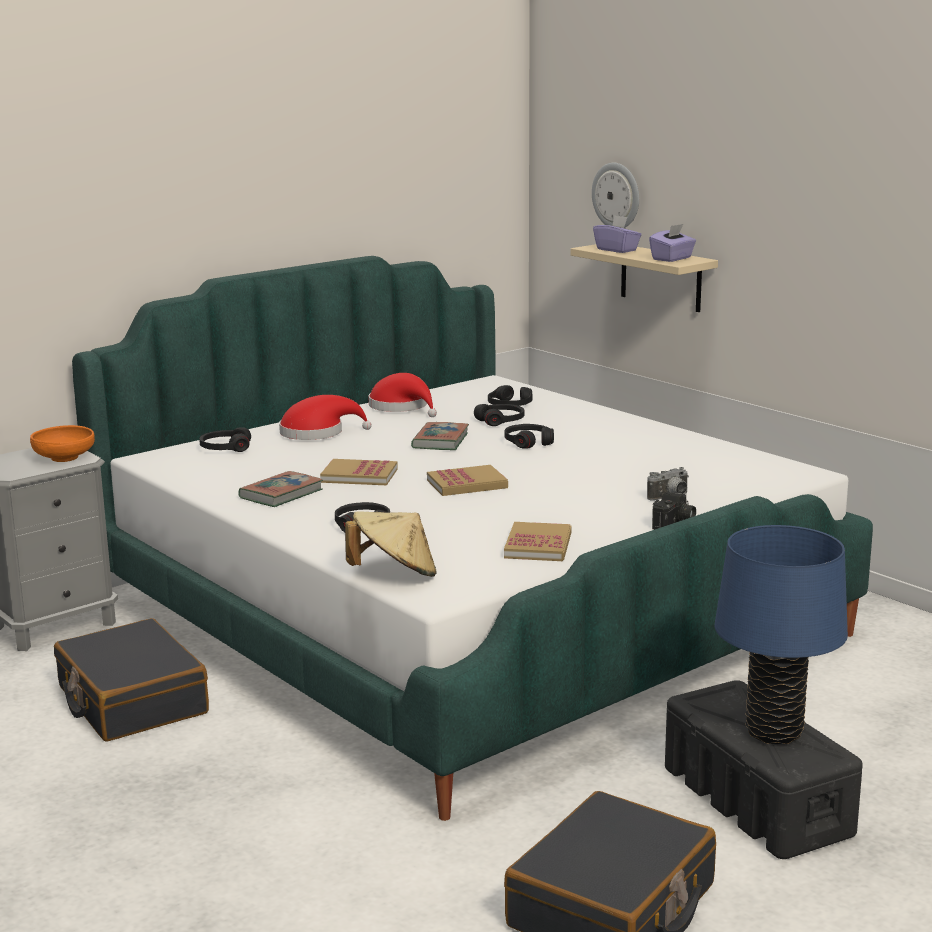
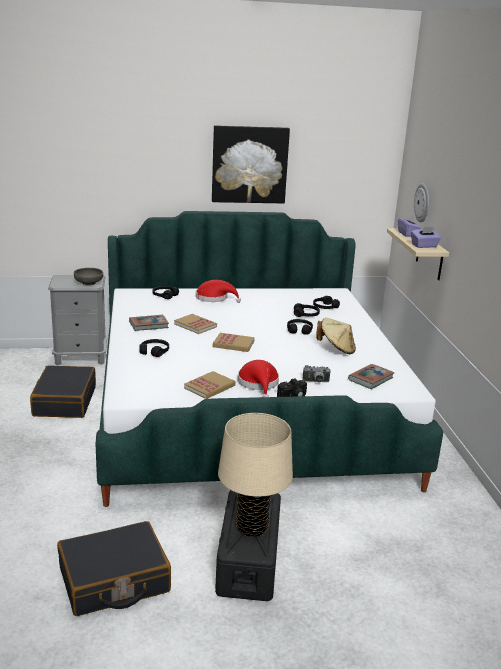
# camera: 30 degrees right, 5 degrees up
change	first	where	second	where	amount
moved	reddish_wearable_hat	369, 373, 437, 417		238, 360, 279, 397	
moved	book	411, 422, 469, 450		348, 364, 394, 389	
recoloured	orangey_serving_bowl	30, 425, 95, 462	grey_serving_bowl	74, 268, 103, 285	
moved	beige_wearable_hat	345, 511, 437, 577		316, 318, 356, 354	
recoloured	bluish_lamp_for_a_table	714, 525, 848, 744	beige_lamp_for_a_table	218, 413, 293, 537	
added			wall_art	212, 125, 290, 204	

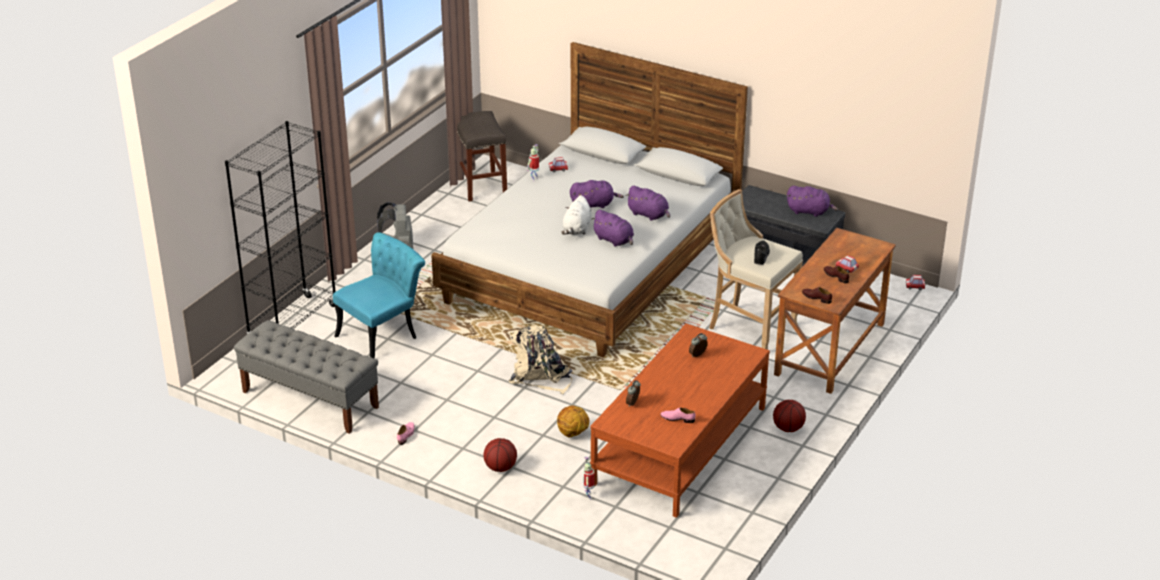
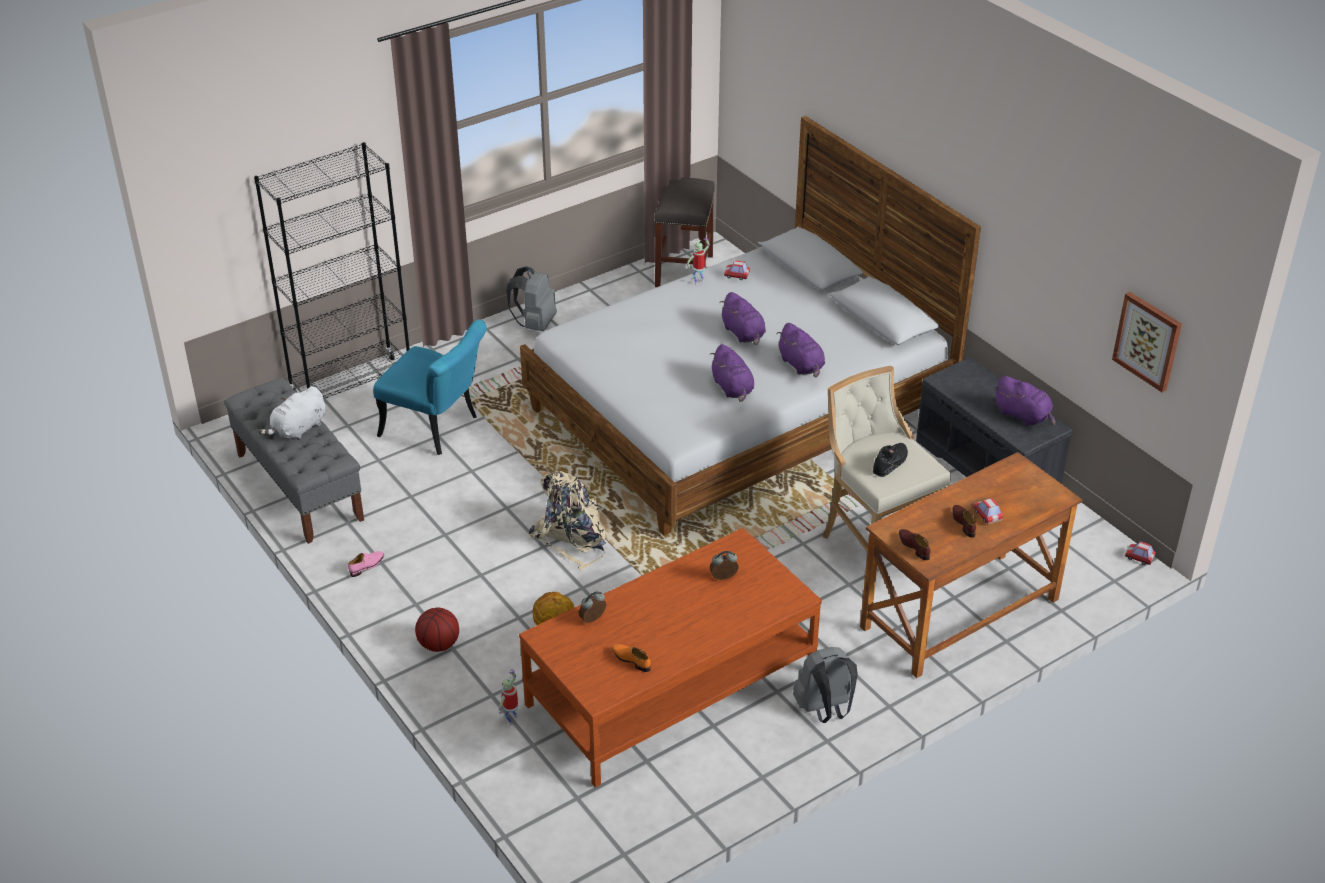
# camera: 25 degrees right, 5 degrees up
change	first	where	second	where	amount
turned	purple-coloured_cuddly_toy	570, 180, 624, 208		719, 292, 766, 345	45 degrees clockwise
moved	whitish_cuddly_toy	561, 195, 592, 235		258, 386, 325, 440	
turned	turquoise-coloured_upright_chair	333, 232, 425, 359		373, 320, 487, 455	45 degrees clockwise
replaced	ball_for_basketball	773, 400, 806, 432	grey_rucksack	793, 647, 858, 723	
recoloured	pink-coloured_shoe	660, 408, 696, 423	orangey_shoe	612, 644, 651, 672	
added			wall_art	1112, 292, 1182, 392	

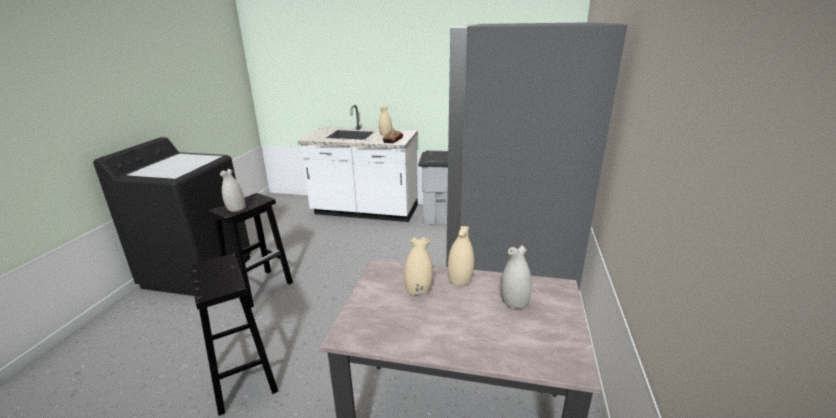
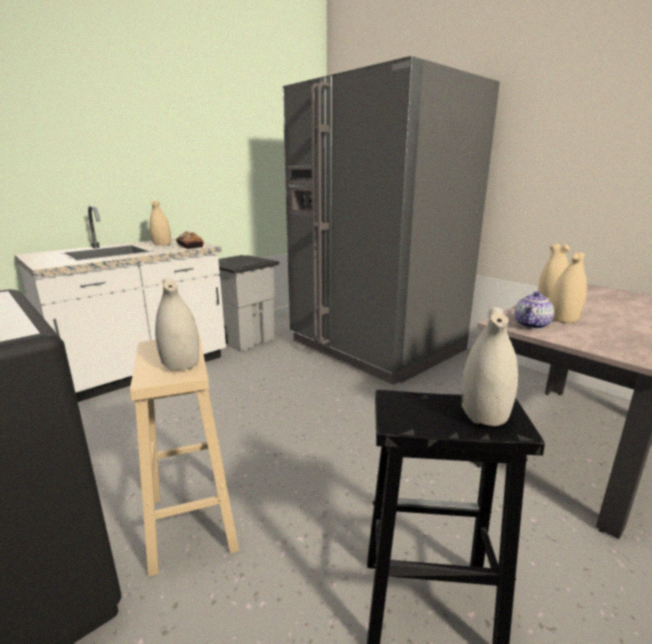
# camera: 55 degrees left, 5 degrees down
change	first	where	second	where	amount
recoloured	black_stool_seat	208, 193, 293, 308	beige_stool_seat	130, 335, 239, 577	
moved	whitish_decorative_vase	501, 245, 531, 309		462, 307, 518, 426	
added			pot_for_tea	514, 292, 554, 329	

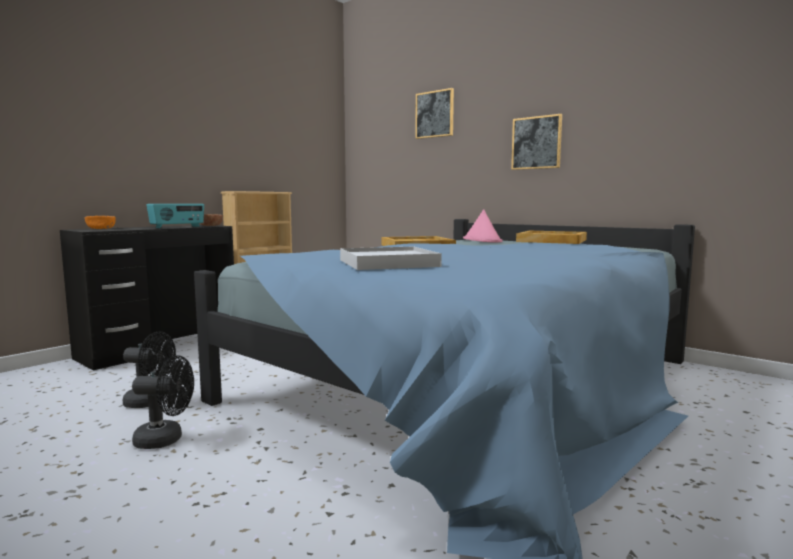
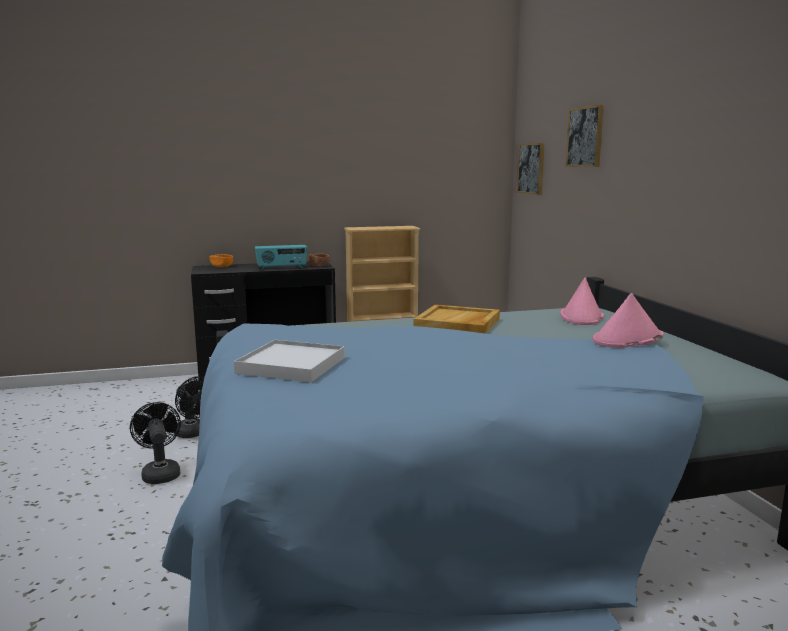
# camera: 35 degrees right, 5 degrees up
change	first	where	second	where	amount
moved	wall_art	511, 114, 562, 170		517, 143, 545, 195	
replaced	beige_tray	516, 231, 587, 244	pink-coloured_wearable_hat	592, 293, 663, 348	
turned	black_fan	132, 355, 194, 449		130, 402, 181, 484	150 degrees counterclockwise

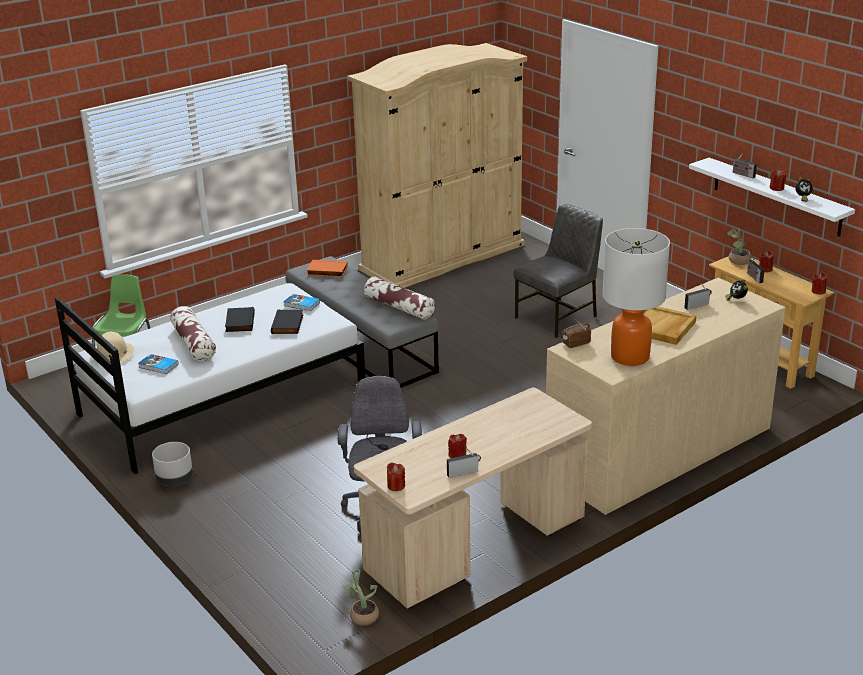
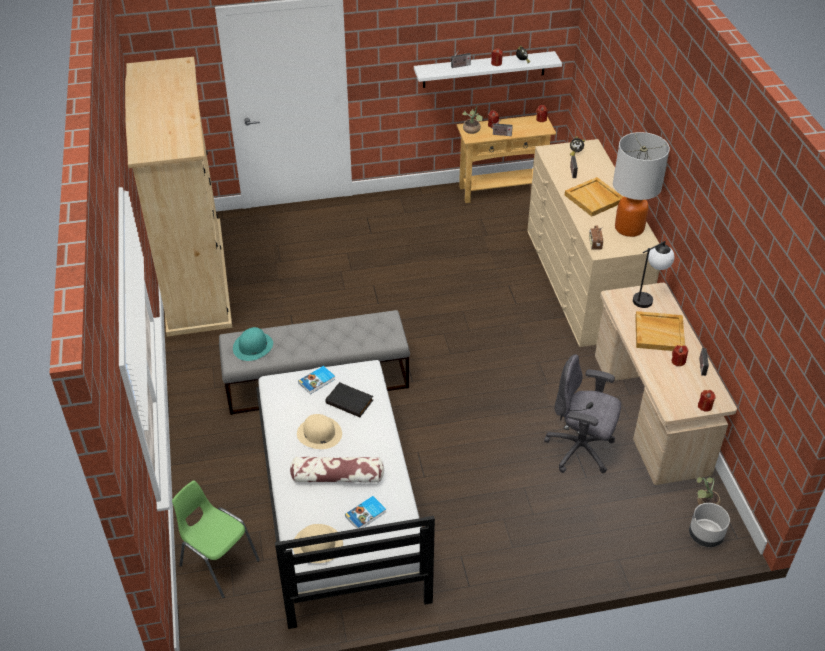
# camera: 65 degrees left, 15 degrees up
change	first	where	second	where	amount
removed	grey_upright_chair	513, 204, 603, 338			
replaced	orangey_book	307, 260, 348, 277	turquoise-coloured_wearable_hat	233, 327, 273, 361	
removed	throw_pillow	364, 277, 435, 319			
replaced	black_book	225, 307, 255, 332	beige_wearable_hat	297, 414, 342, 449	
moved	grey_planter	152, 442, 193, 486		689, 503, 730, 547	
added			lamp_for_a_table	633, 241, 674, 308	
added			beige_tray	635, 311, 685, 351	

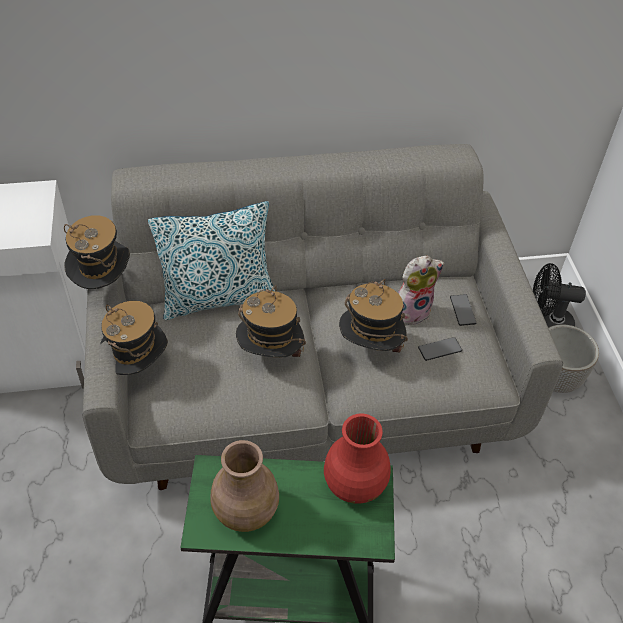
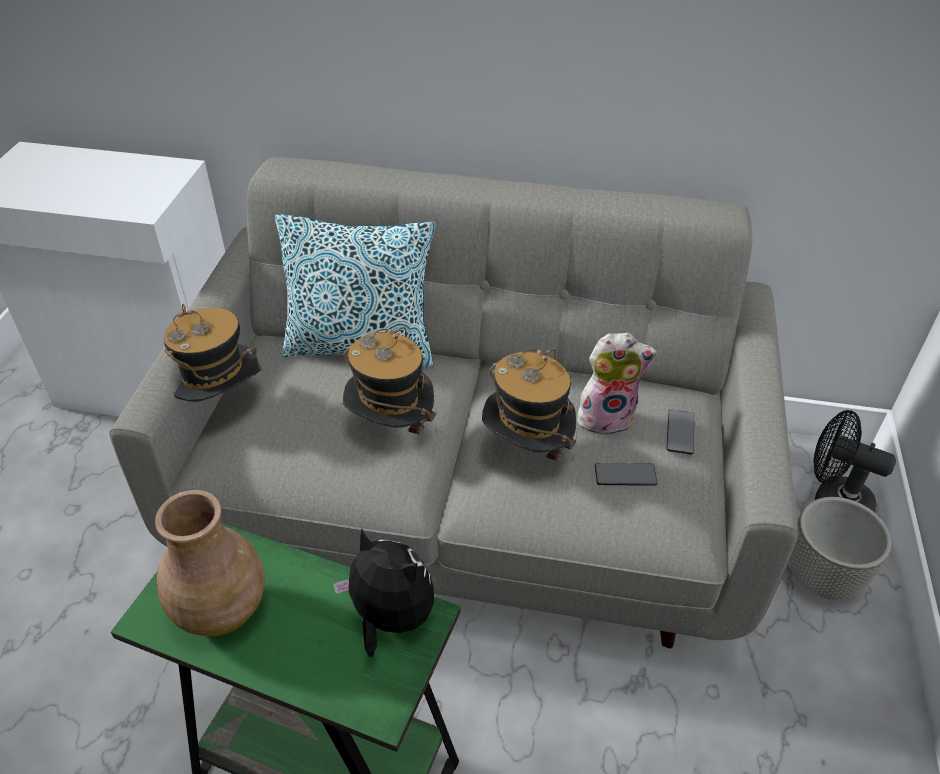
# camera: 20 degrees right, 5 degrees down
change	first	where	second	where	amount
removed	wearable_hat	64, 215, 130, 289			
replaced	reddish_decorative_vase	324, 414, 391, 504	cuddly_toy	333, 528, 434, 657	

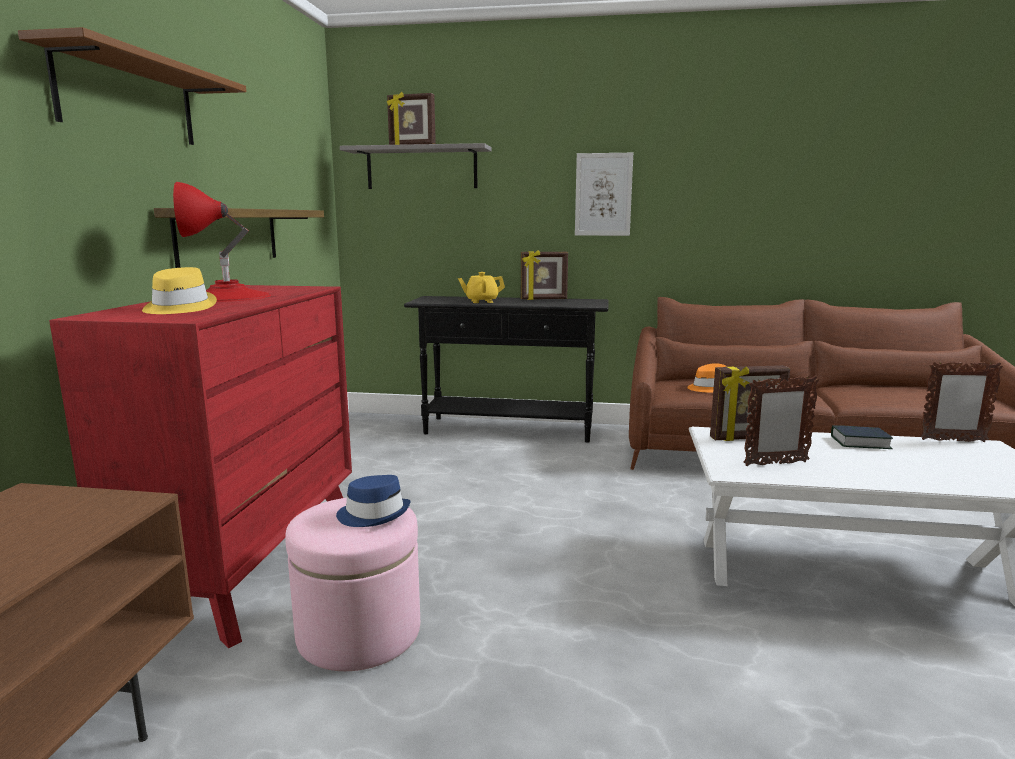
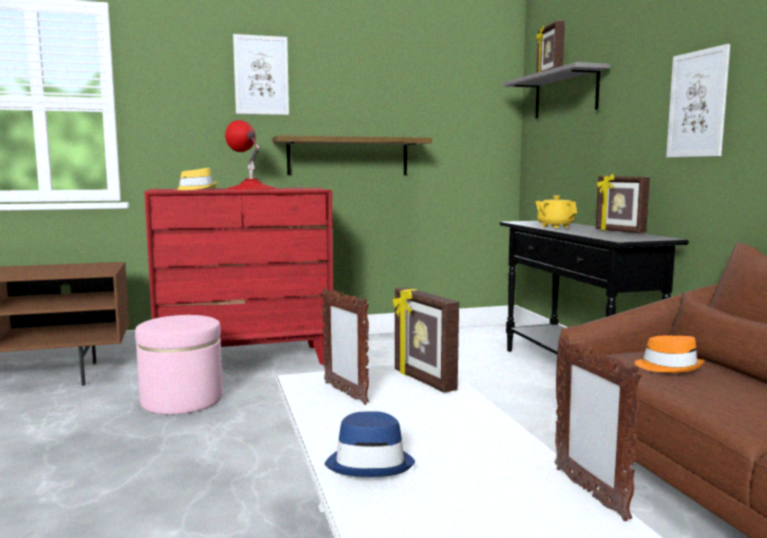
# camera: 65 degrees right, 5 degrees down
change	first	where	second	where	amount
replaced	brown-coloured_wall_shelf	18, 27, 246, 145	wall_art	233, 34, 289, 115	
removed	book	831, 425, 893, 449			
moved	bluish_wearable_hat	336, 475, 411, 527		325, 411, 415, 477	

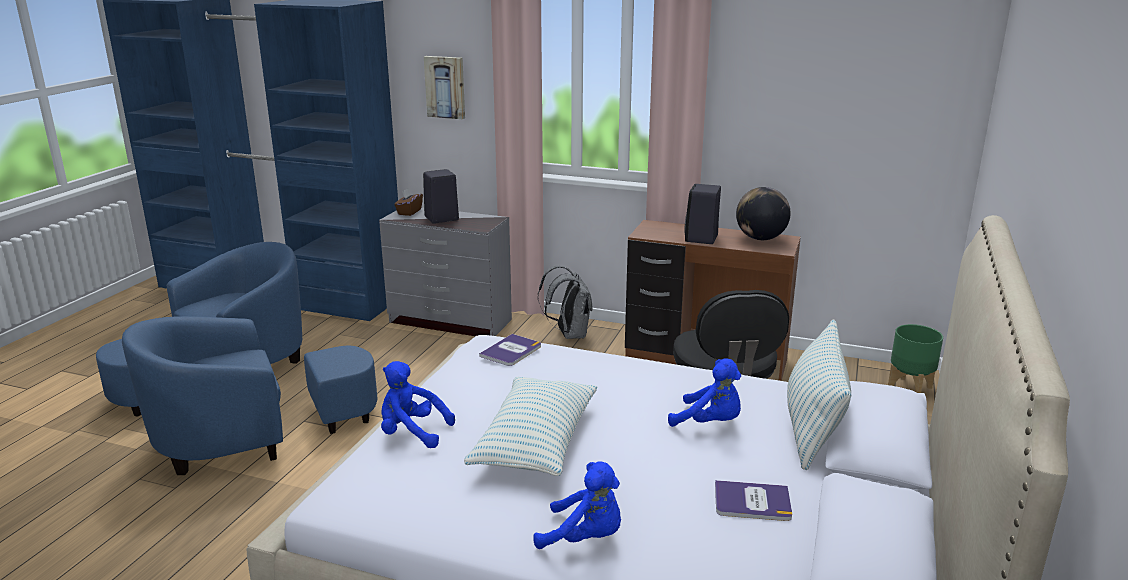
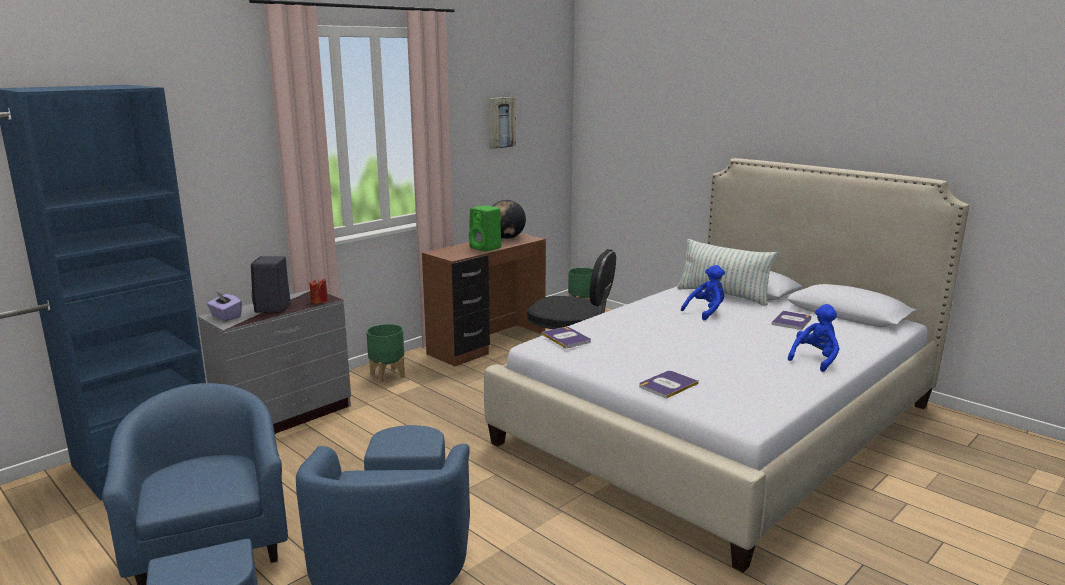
# camera: 65 degrees left, 5 degrees down
change	first	where	second	where	amount
moved	wall_art	424, 56, 465, 119		488, 97, 516, 149	
recoloured	black_speaker	684, 184, 721, 244	greenish_speaker	469, 205, 501, 252	
recoloured	brown-coloured_tissue_box	394, 189, 423, 216	purple-coloured_tissue_box	207, 291, 242, 321	
replaced	grey_rucksack	538, 266, 593, 339	greenish_planter	366, 324, 405, 383	
replaced	bluish_cuddly_toy	381, 361, 455, 448	book	639, 371, 699, 399	
removed	throw_pillow	464, 377, 598, 476			
added			reddish_candle	310, 278, 328, 304	

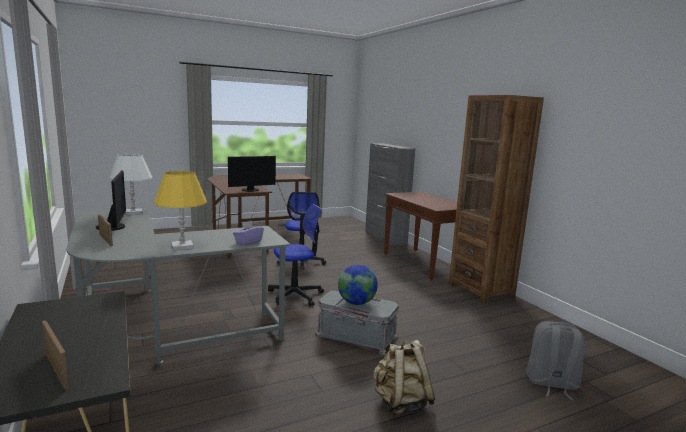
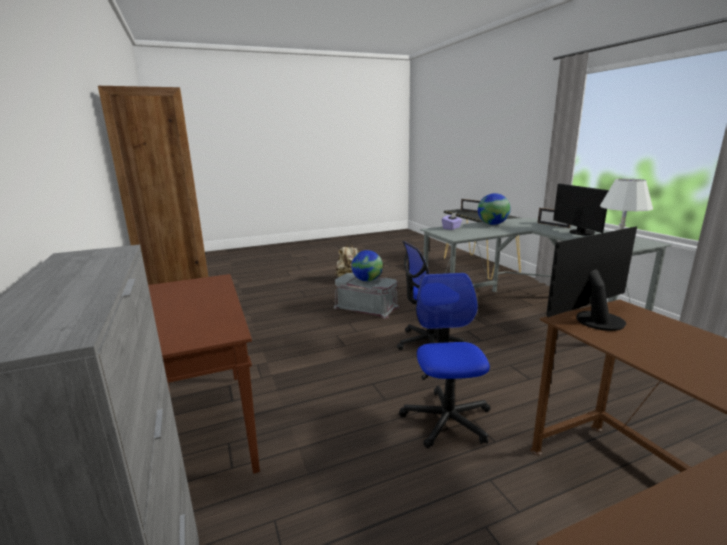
# camera: 175 degrees left, 5 degrees up
change	first	where	second	where	amount
replaced	yellowish_lamp_for_a_table	154, 171, 207, 250	desk_globe	478, 193, 510, 225	
removed	grey_rucksack	526, 321, 585, 400			

